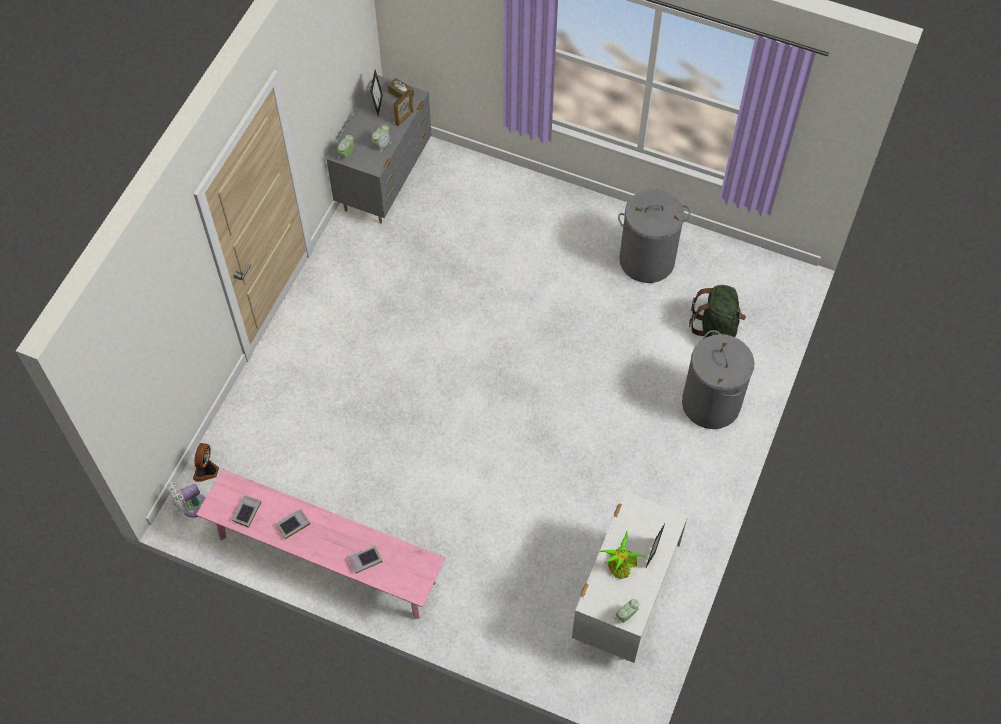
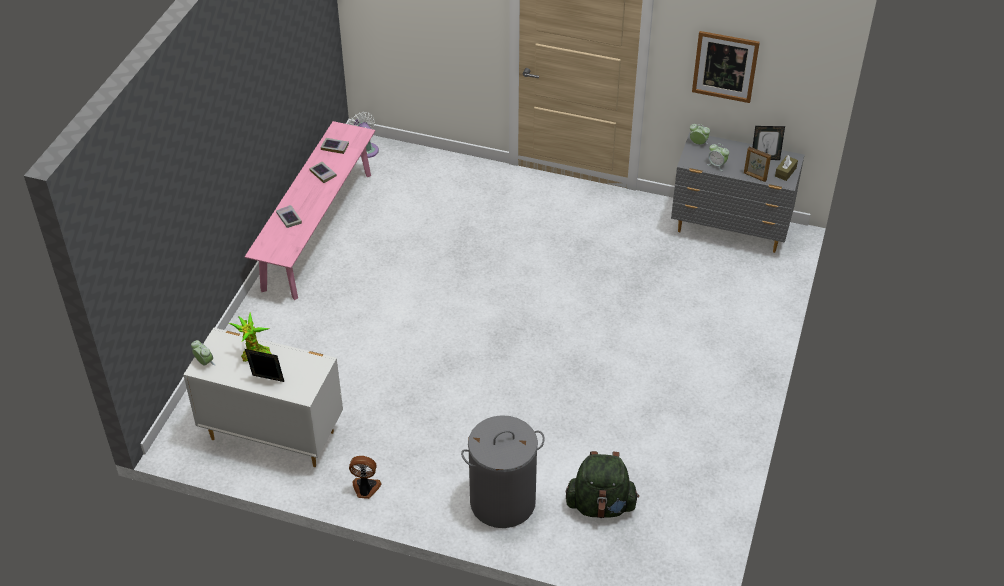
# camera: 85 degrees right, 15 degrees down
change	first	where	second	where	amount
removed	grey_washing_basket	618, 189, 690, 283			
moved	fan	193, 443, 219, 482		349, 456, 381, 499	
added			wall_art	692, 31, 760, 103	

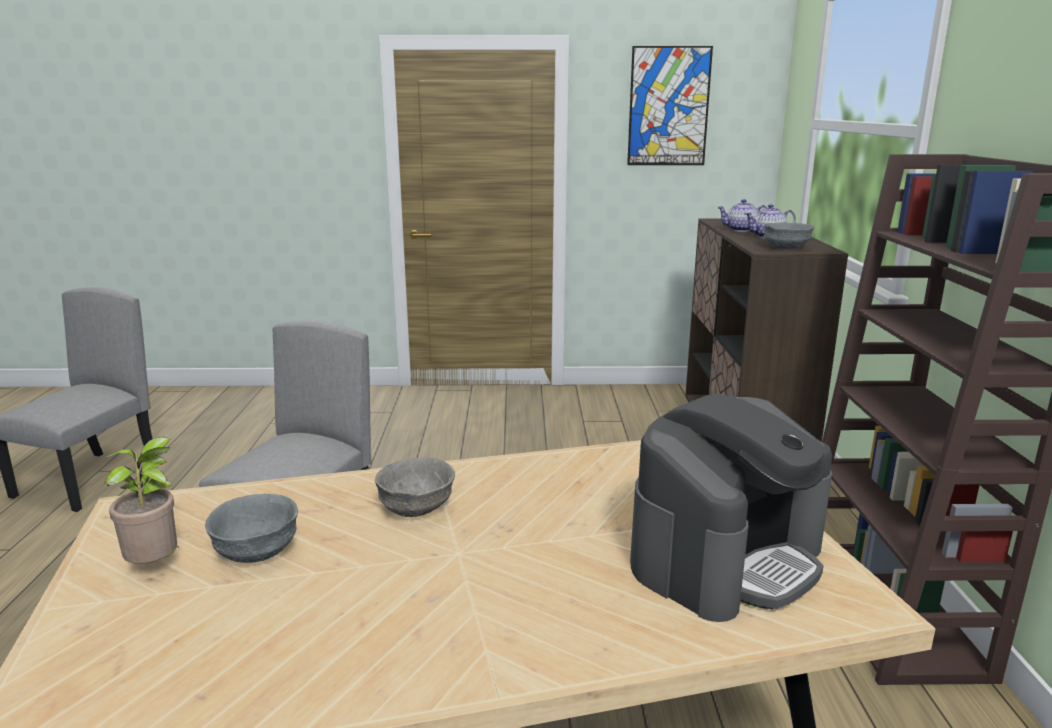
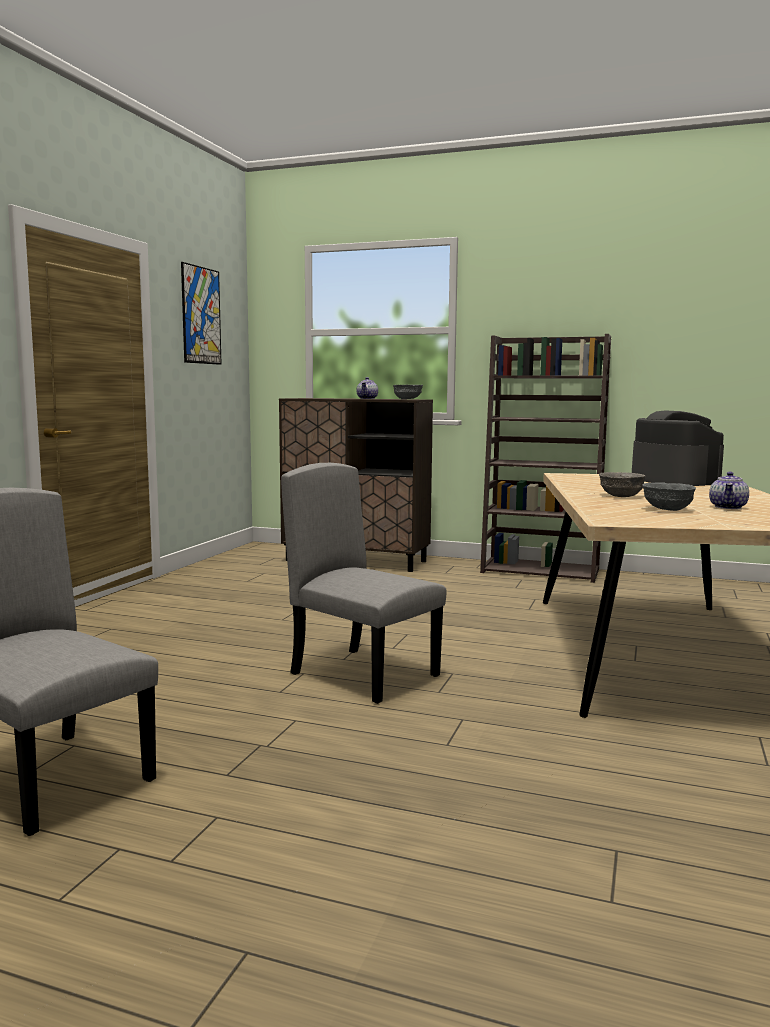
# camera: 70 degrees left, 10 degrees down
change	first	where	second	where	amount
moved	pot_for_tea	717, 199, 767, 232		709, 472, 749, 509	
removed	houseplant	104, 437, 182, 564			

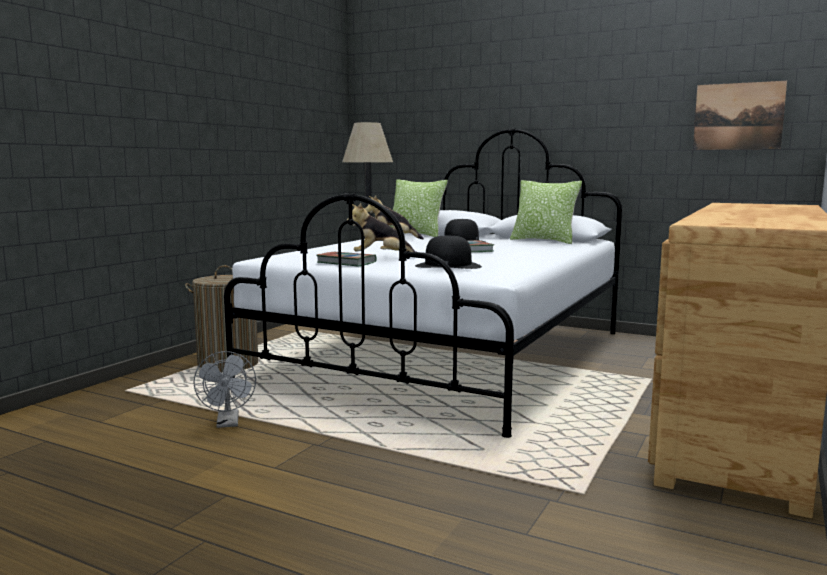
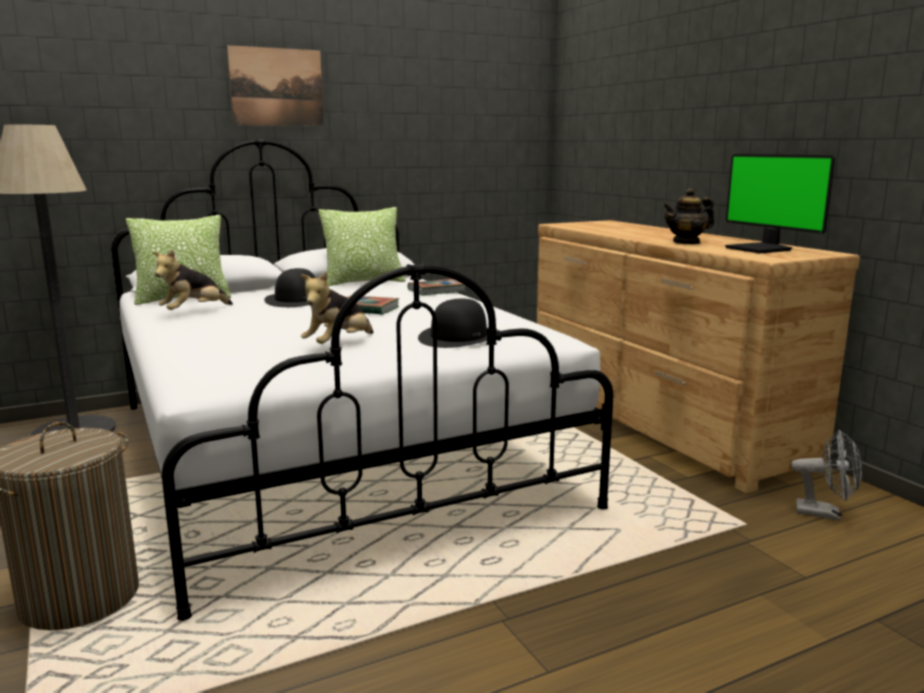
# camera: 55 degrees left, 5 degrees up
change	first	where	second	where	amount
moved	wall_art	693, 81, 787, 150		227, 45, 324, 126	
moved	book	316, 252, 377, 267		408, 279, 466, 295	
moved	grey_fan	193, 351, 256, 428		791, 430, 862, 521	
added			computer_screen	725, 154, 835, 254	
added			pot_for_tea	663, 188, 714, 244	

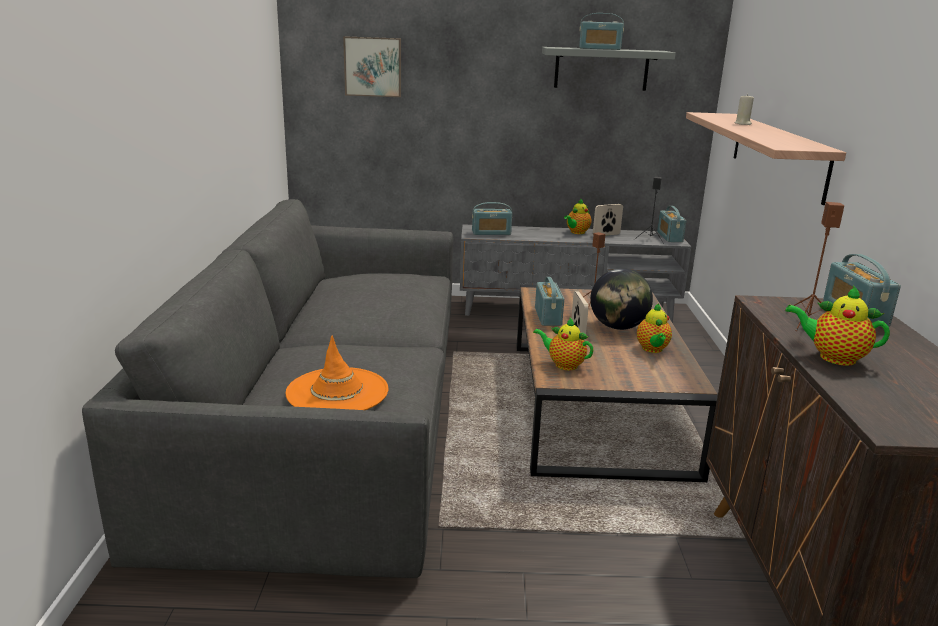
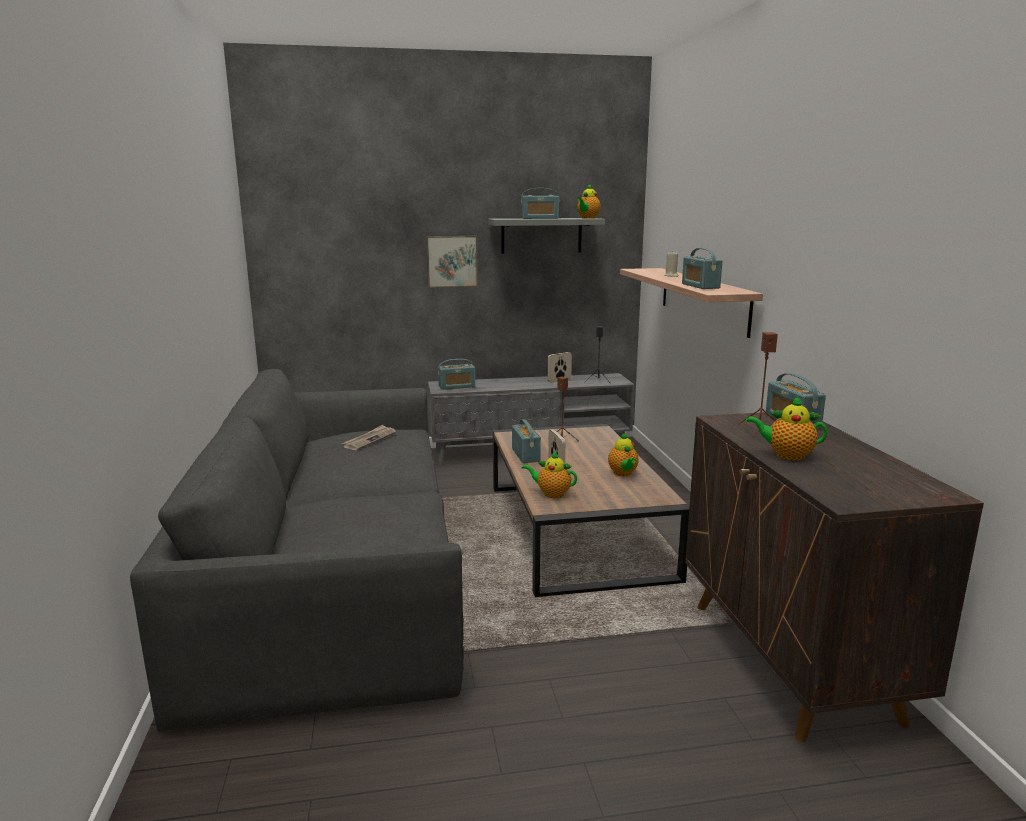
# camera: 10 degrees left, 5 degrees down
change	first	where	second	where	amount
moved	wall_art	343, 36, 401, 97		426, 236, 478, 288	
moved	pot_for_tea	564, 198, 592, 234		577, 184, 601, 219	
moved	radio	657, 206, 686, 242		682, 248, 722, 289	
removed	desk_globe	590, 269, 653, 330			
removed	orangey_wearable_hat	286, 336, 388, 410			
added			printed_paper	342, 425, 396, 450	

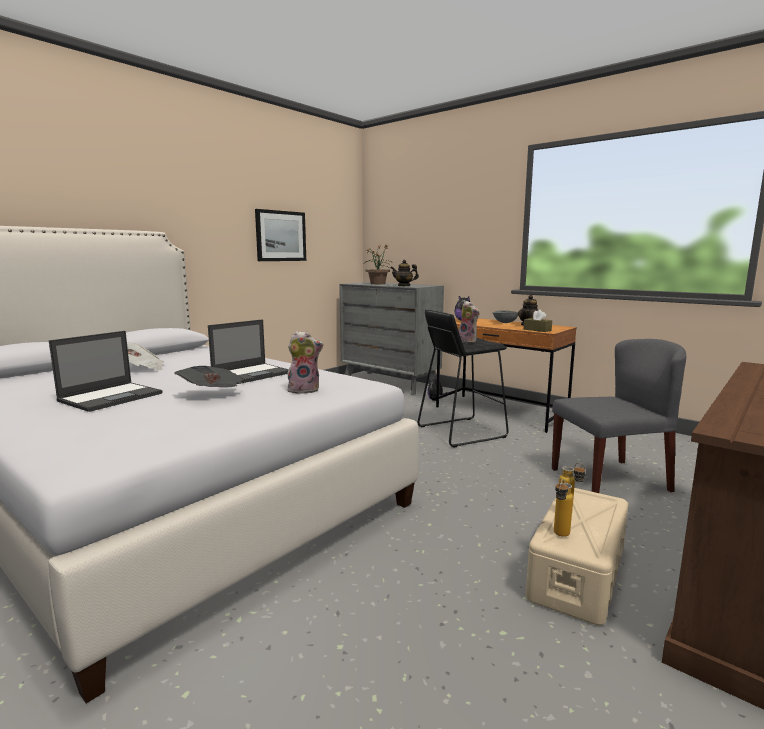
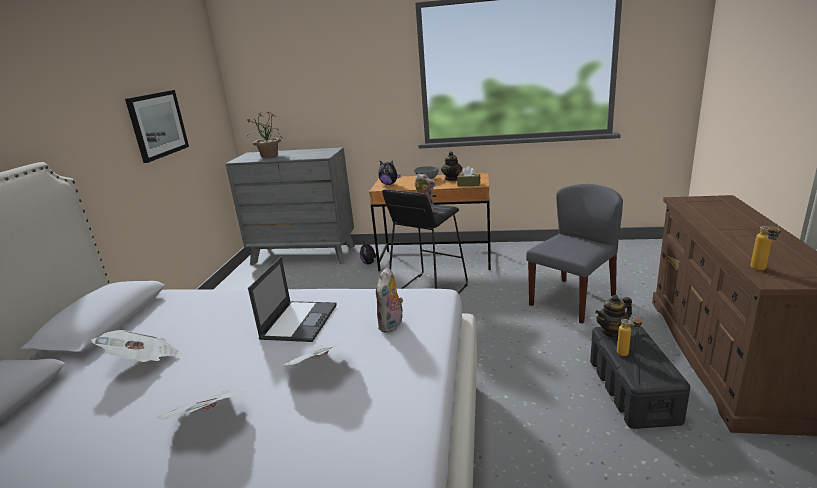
# camera: 30 degrees left, 10 degrees up
change	first	where	second	where	amount
moved	pot_for_tea	391, 260, 419, 286		595, 295, 632, 339	
replaced	notebook_computer	49, 331, 163, 412	printed_paper	157, 390, 248, 419	
turned	cuddly_toy	287, 331, 324, 394		376, 267, 403, 333	150 degrees clockwise
moved	bottle	554, 479, 573, 537		750, 222, 781, 270	
recoloured	beige_storage_bin	526, 488, 628, 625	black_storage_bin	590, 324, 690, 429	

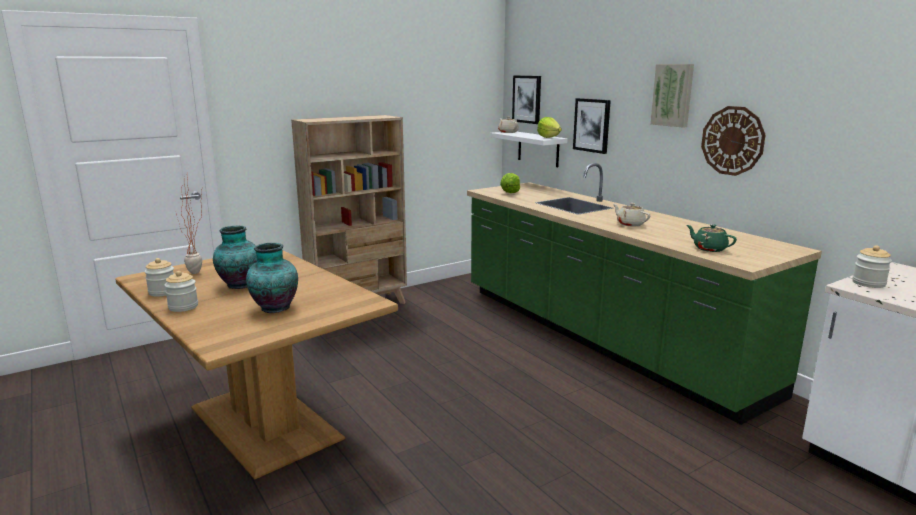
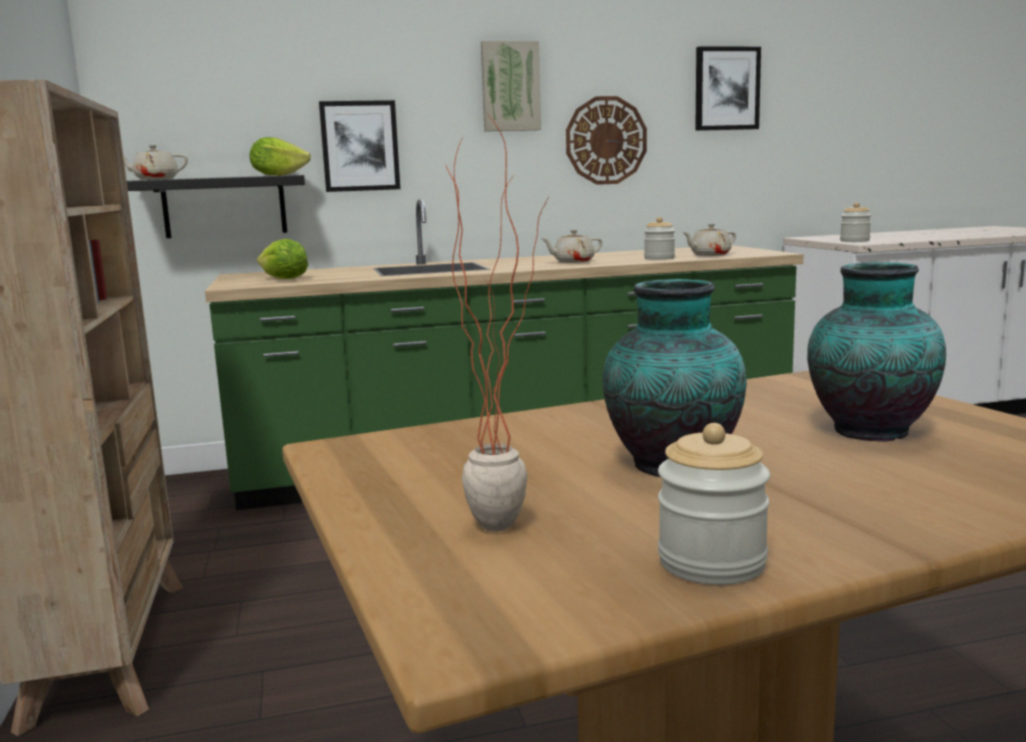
# camera: 70 degrees left, 5 degrees down
change	first	where	second	where	amount
moved	wall_art	512, 75, 541, 124		695, 47, 761, 131	
recoloured	whitish_wall_shelf	490, 132, 567, 167	black_wall_shelf	127, 175, 305, 238	
recoloured	greenish_pot_for_tea	687, 224, 737, 252	beige_pot_for_tea	682, 224, 736, 256	
moved	storage_jar	164, 271, 198, 312		644, 217, 675, 260	

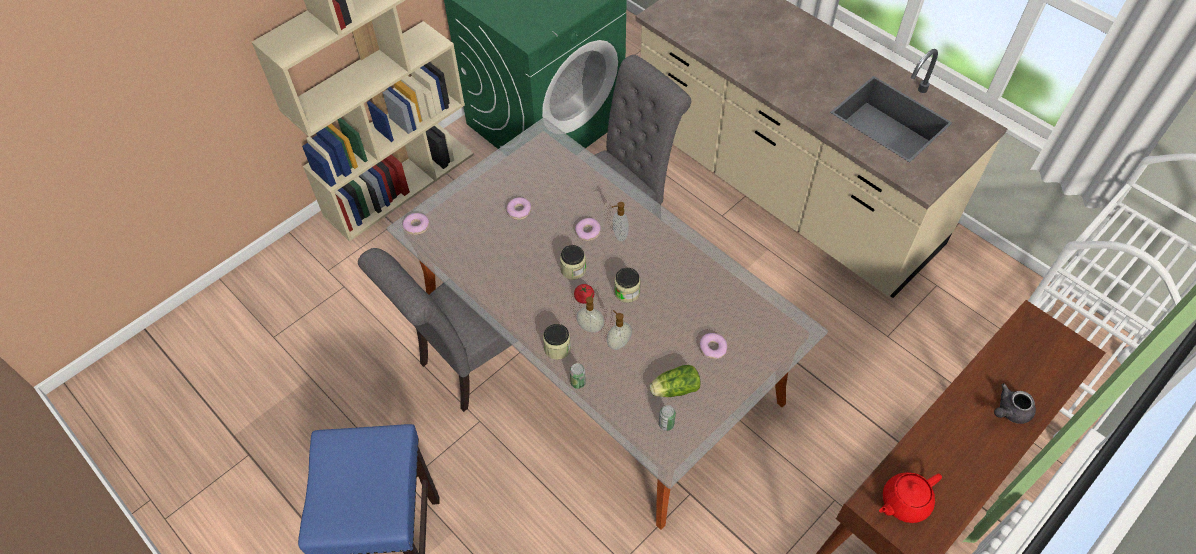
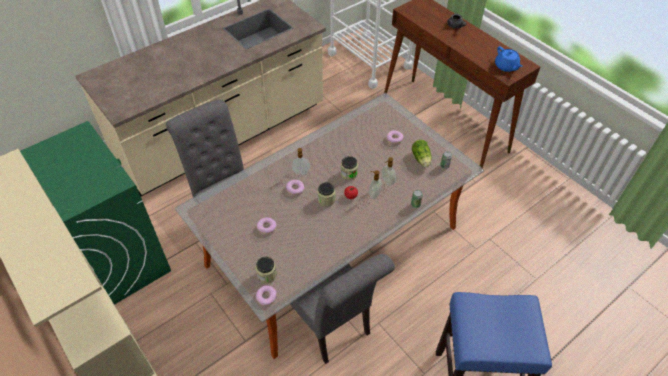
# camera: 85 degrees left, 5 degrees down
change	first	where	second	where	amount
moved	storage_jar	543, 324, 571, 360		256, 257, 277, 283	
recoloured	reddish_pot_for_tea	879, 472, 942, 523	bluish_pot_for_tea	495, 46, 522, 72	

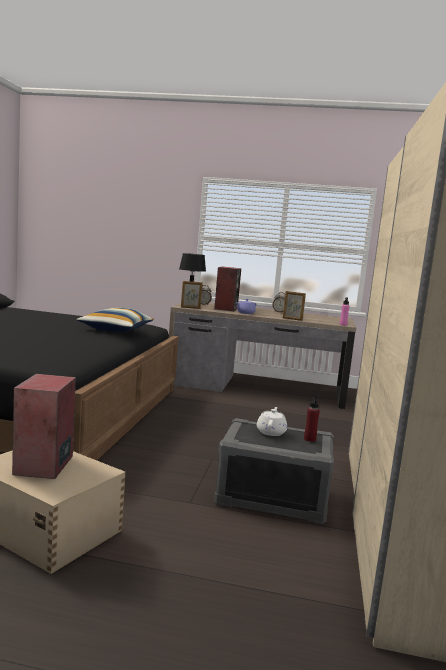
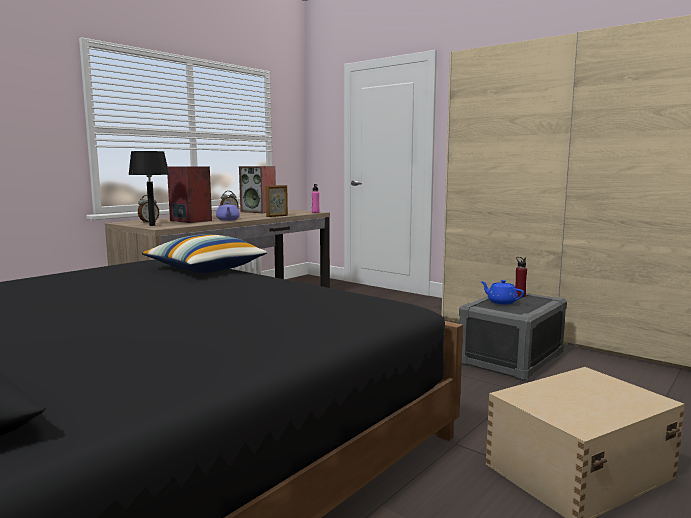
# camera: 60 degrees left, 0 degrees up
change	first	where	second	where	amount
removed	standing_frame	181, 281, 203, 309			
moved	speaker	12, 374, 76, 479		239, 166, 276, 213	
recoloured	whitish_pot_for_tea	257, 407, 287, 436	bluish_pot_for_tea	480, 280, 524, 305	

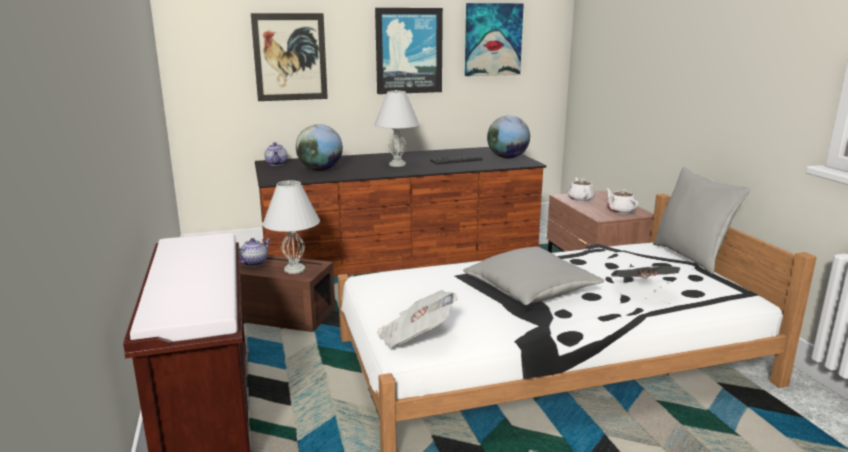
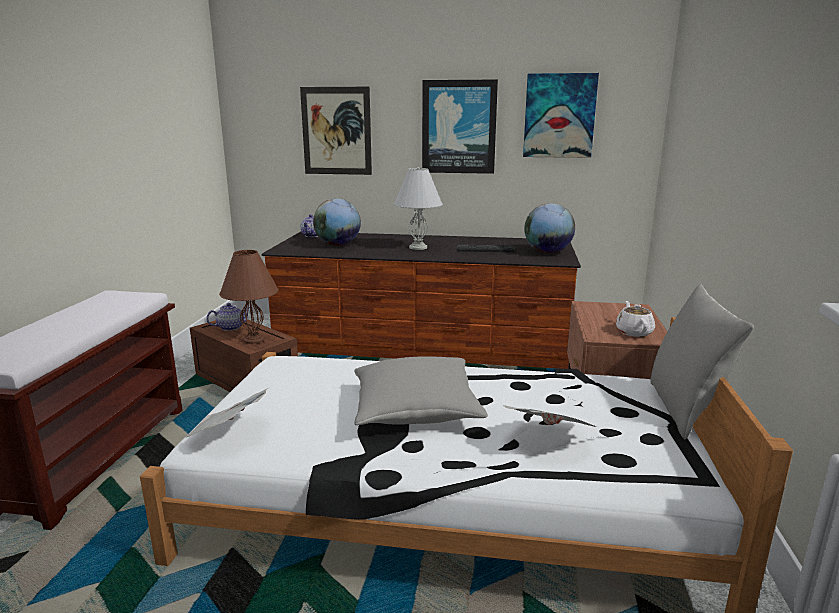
# camera: 25 degrees right, 0 degrees up
change	first	where	second	where	amount
removed	whitish_pot_for_tea	568, 177, 595, 201			
recoloured	whitish_lamp_for_a_table	262, 180, 320, 274	brown-coloured_lamp_for_a_table	219, 250, 279, 344	

